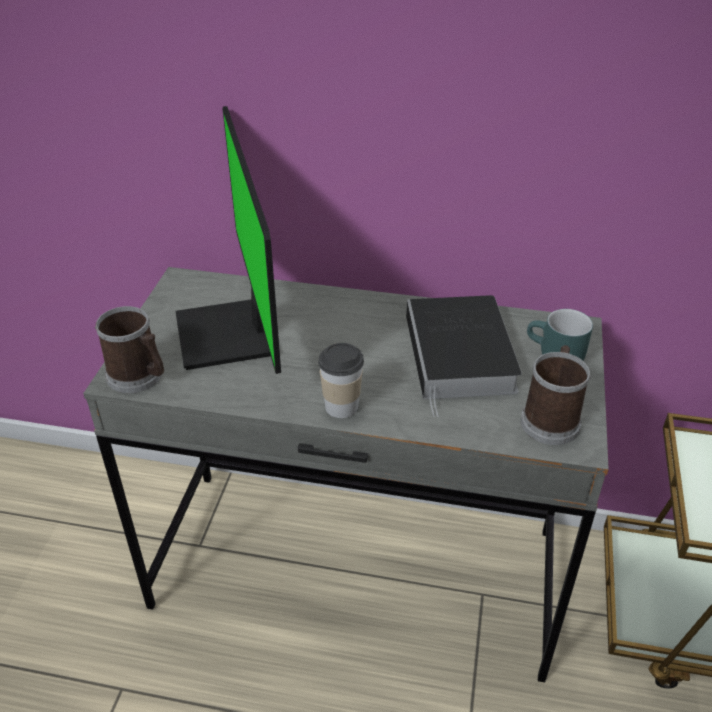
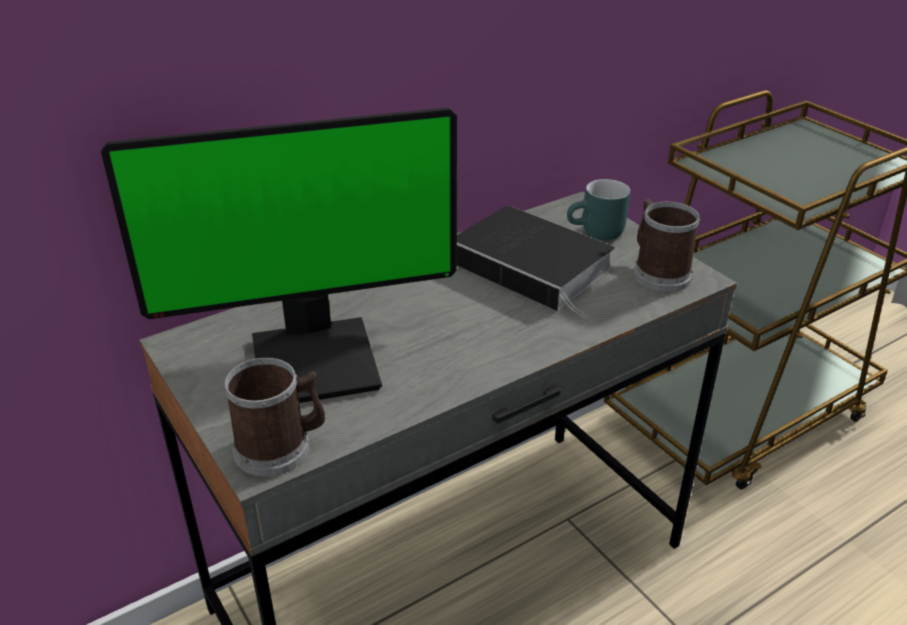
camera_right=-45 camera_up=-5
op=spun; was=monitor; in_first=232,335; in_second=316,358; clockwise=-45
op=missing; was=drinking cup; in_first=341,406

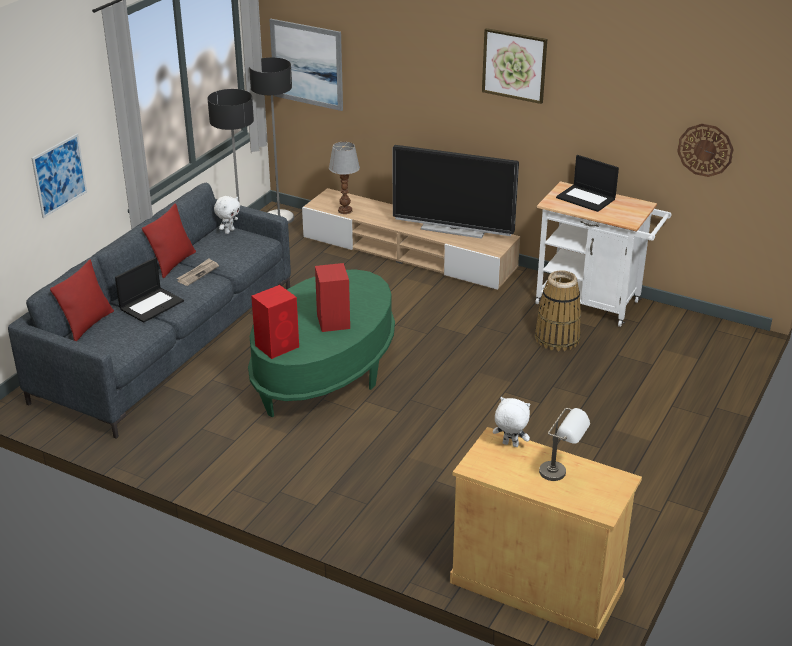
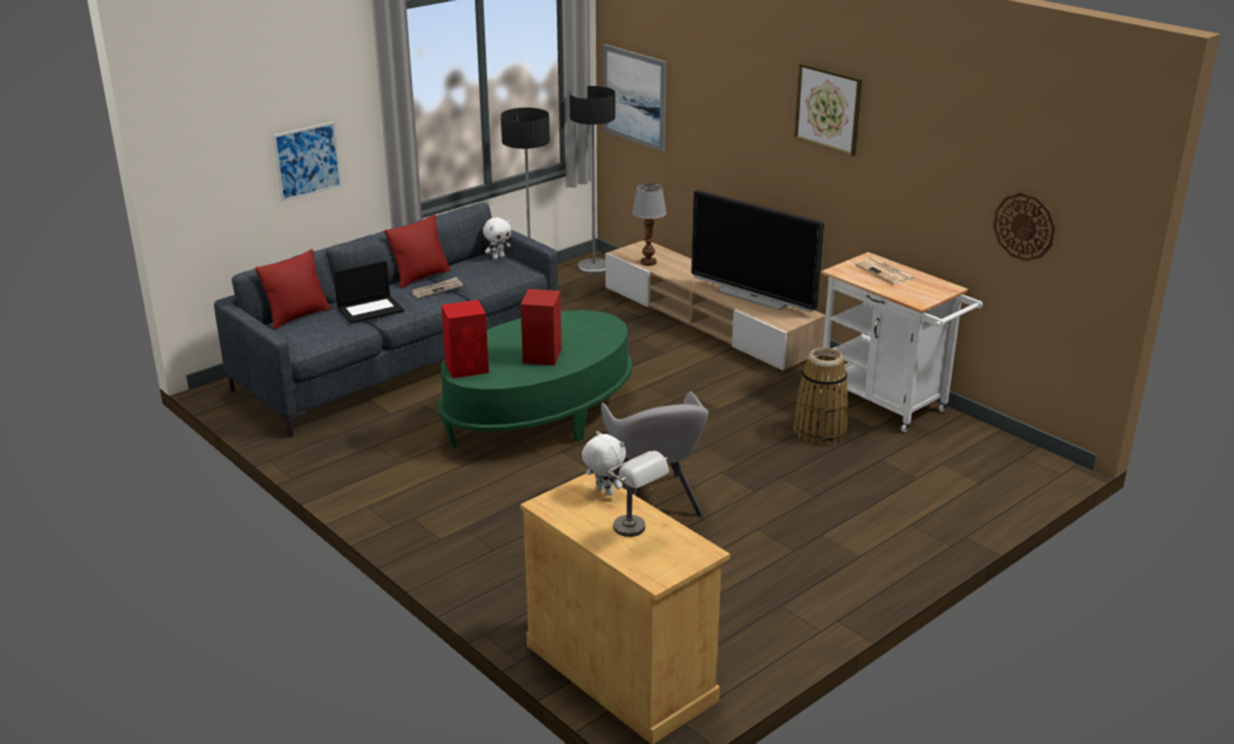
camera_right=20 camera_up=-5
op=exchanged; was=portable computer; now=newspaper; in_first=586,198; in_second=885,272
op=appeared; now=lounge chair (grey); in_second=655,502

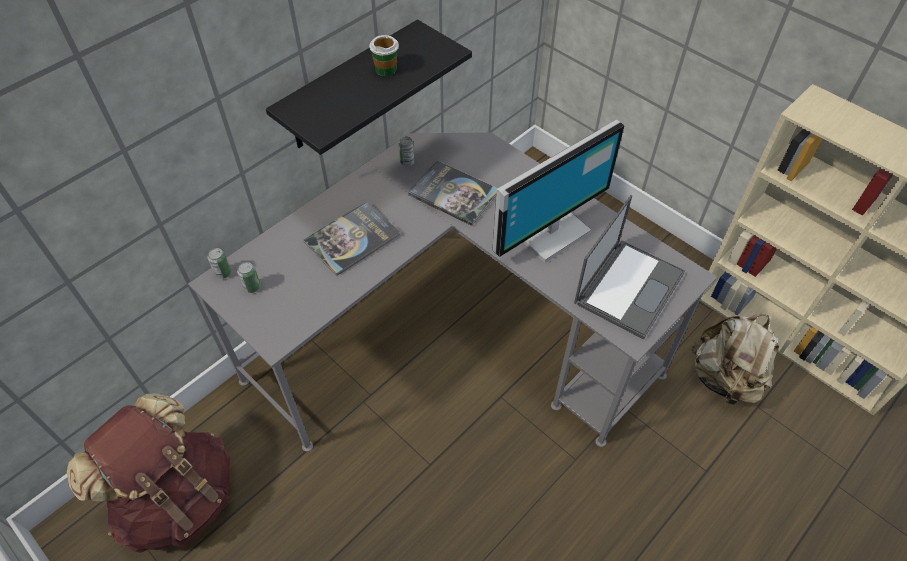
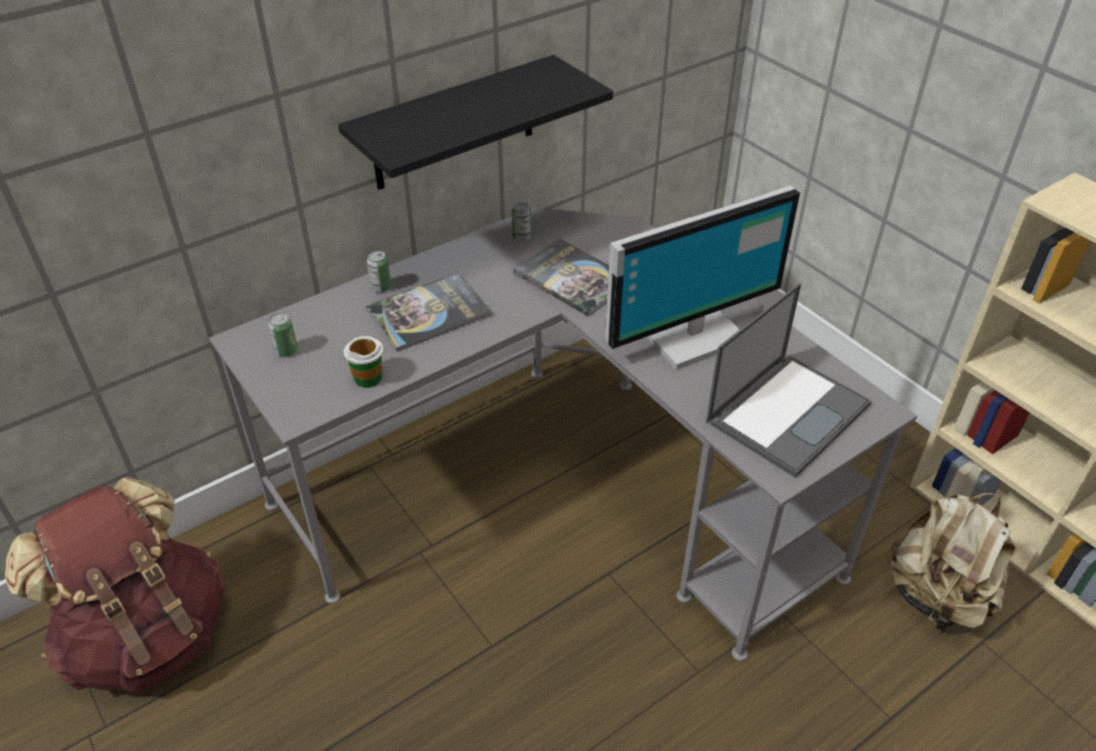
camera_right=10 camera_up=-10
op=relocated; was=sealed can; in_first=223,273; in_second=381,287
op=relocated; was=drinking cup; in_first=386,69; in_second=368,378

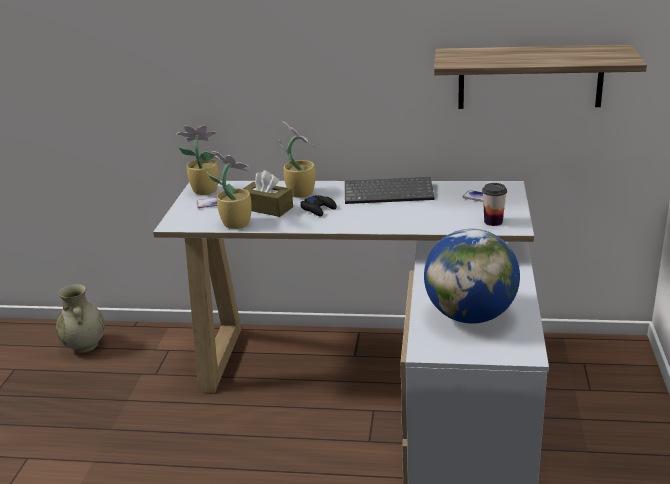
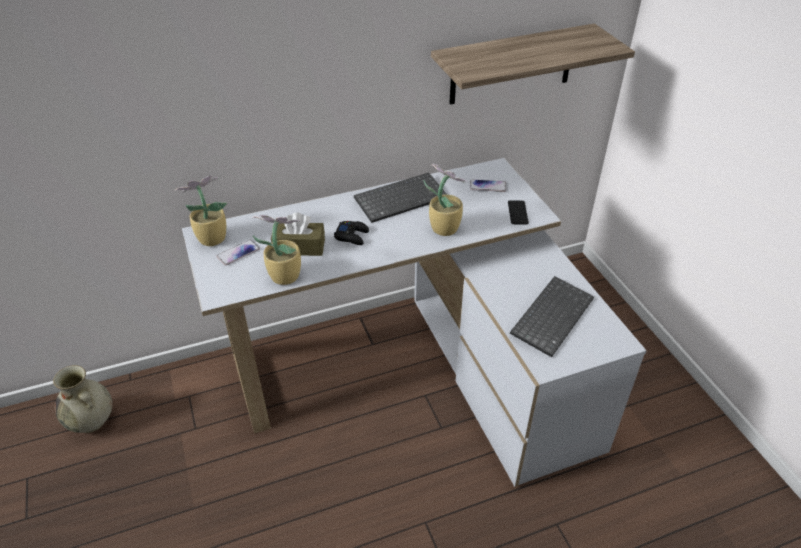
camera_right=-30 camera_up=15
op=relocated; was=potted plant; in_first=301,192; in_second=443,228
op=exchanged; was=globe; now=keyboard; in_first=470,315; in_second=551,315
op=exchanged; was=drinking cup; now=telephone; in_first=493,221; in_second=517,213

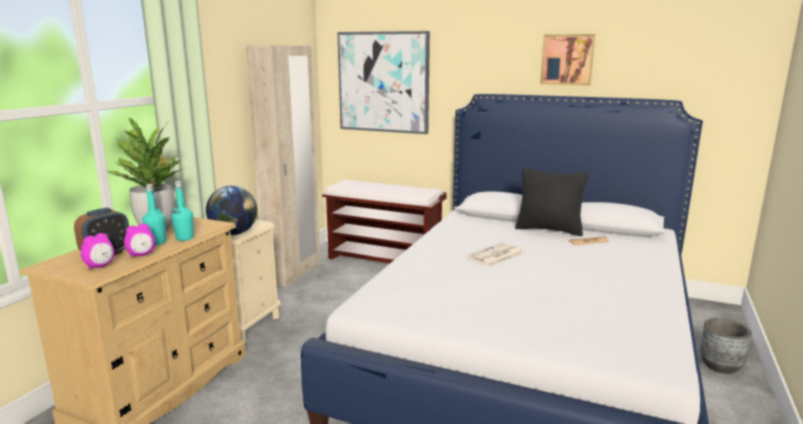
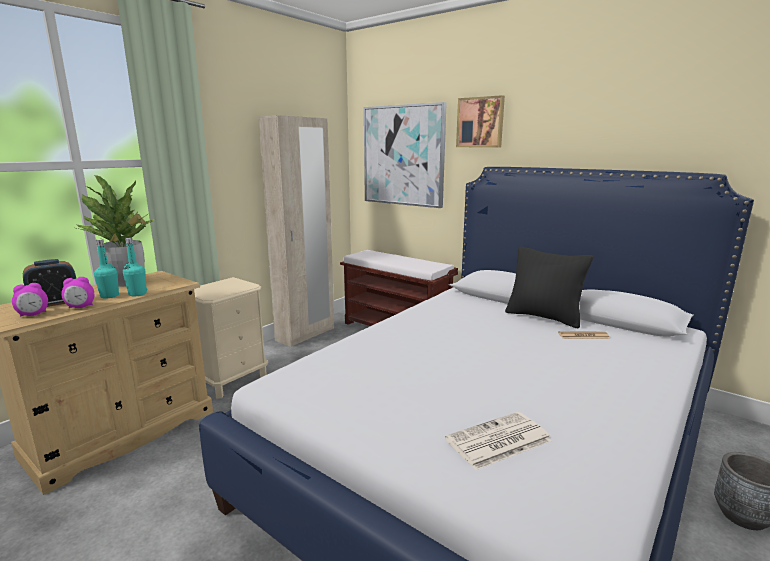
camera_right=15 camera_up=0
op=missing; was=globe; in_first=233,233
op=relocated; was=newspaper; in_first=495,255; in_second=497,441
op=relocated; was=wall art; in_first=567,59; in_second=480,122

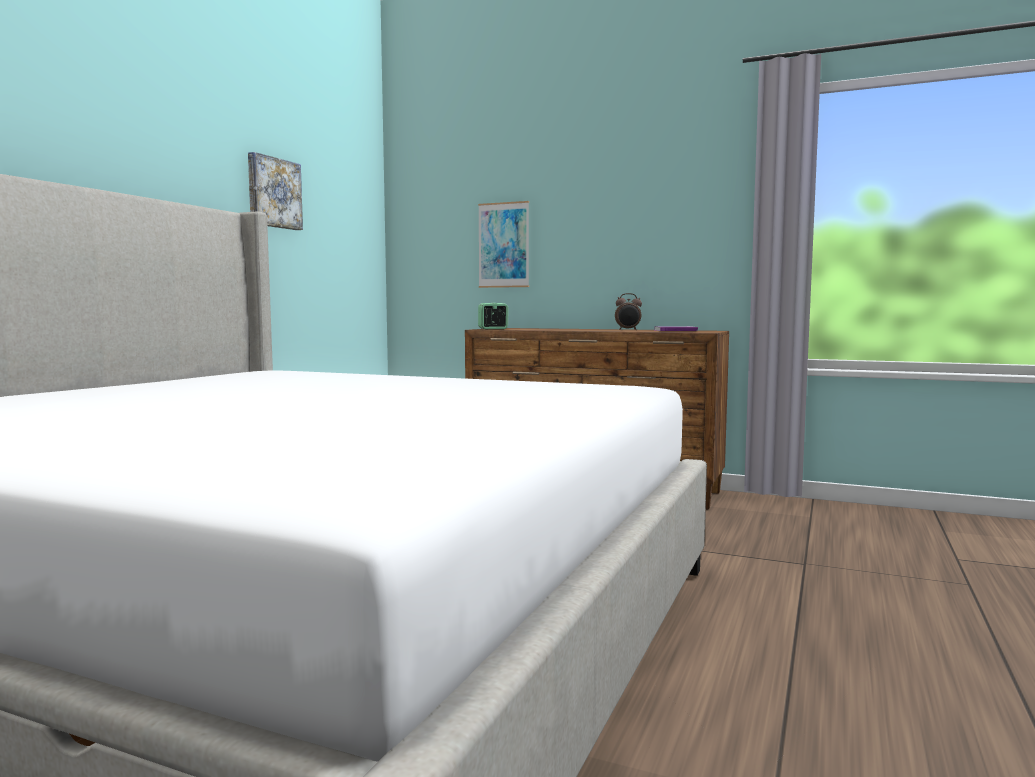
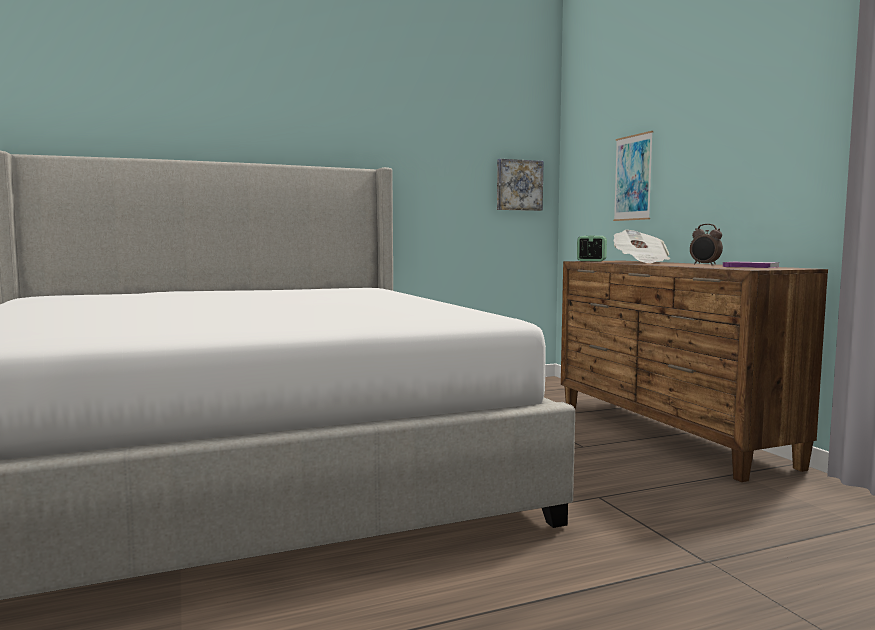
camera_right=45 camera_up=0
op=relocated; was=wall art; in_first=273,193; in_second=518,185
op=appeared; now=newspaper; in_second=640,262

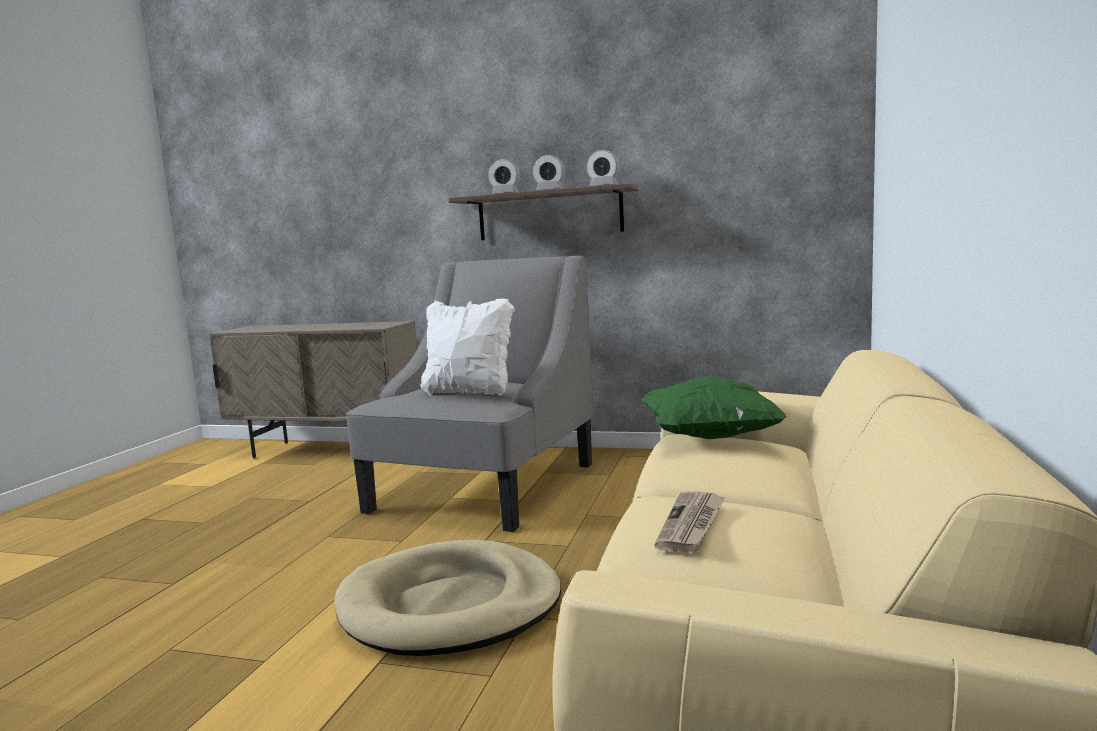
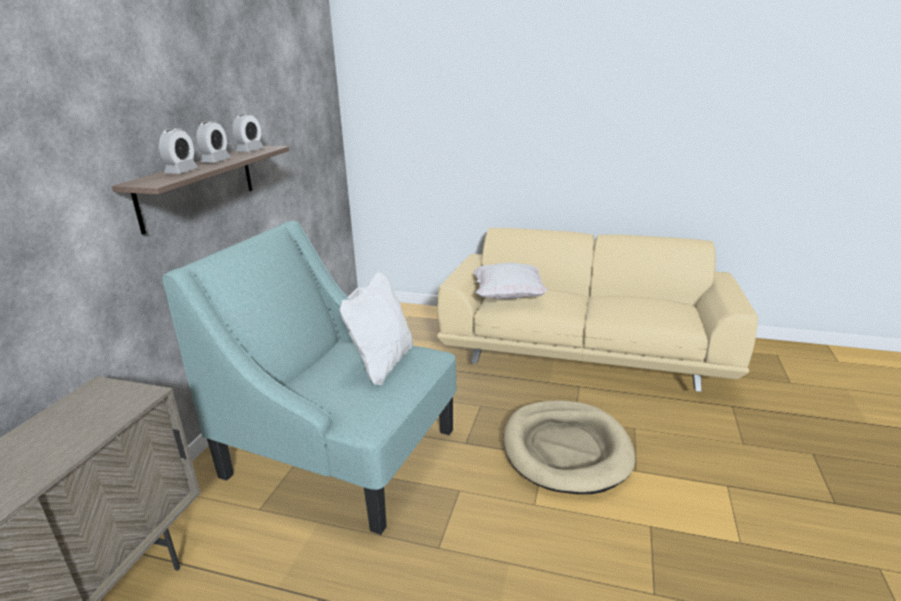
camera_right=-90 camera_up=15
op=colour; was=lounge chair (grey); now=lounge chair (turquoise); in_first=484,487; in_second=342,452
op=colour; was=throw pillow (green-coloured); now=throw pillow (white); in_first=710,437; in_second=508,296
op=missing; was=newspaper; in_first=692,524

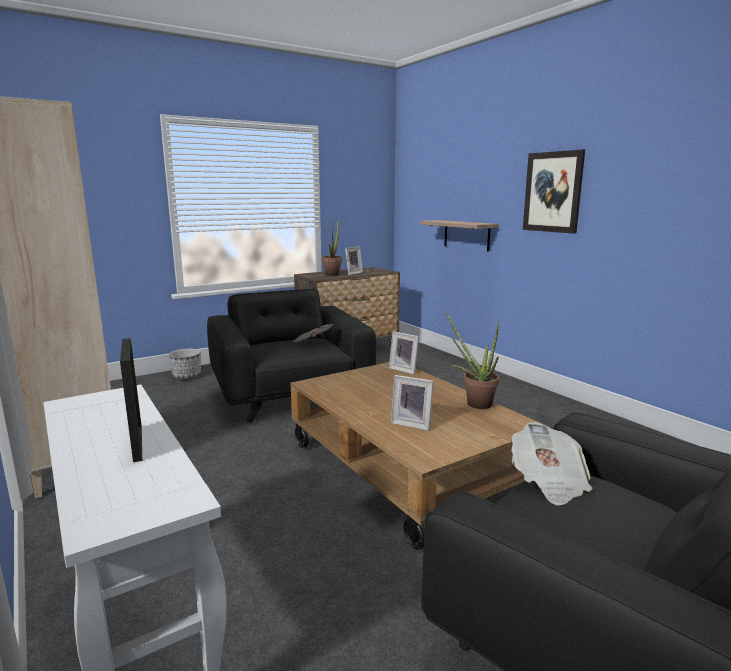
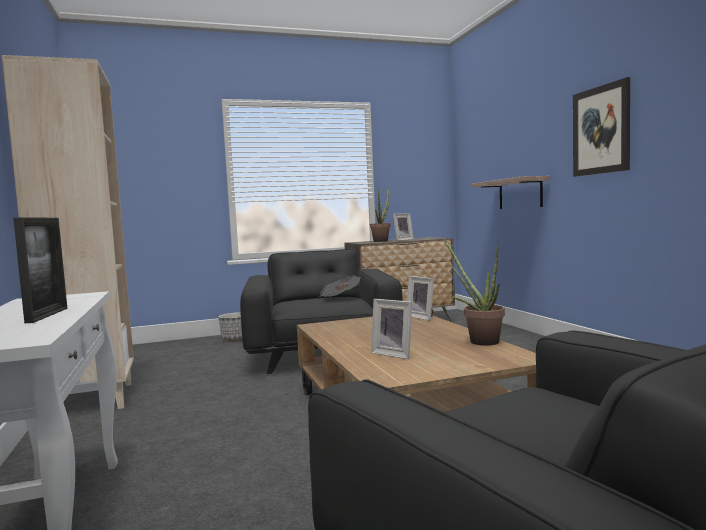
camera_right=15 camera_up=-10
op=missing; was=newspaper; in_first=548,482

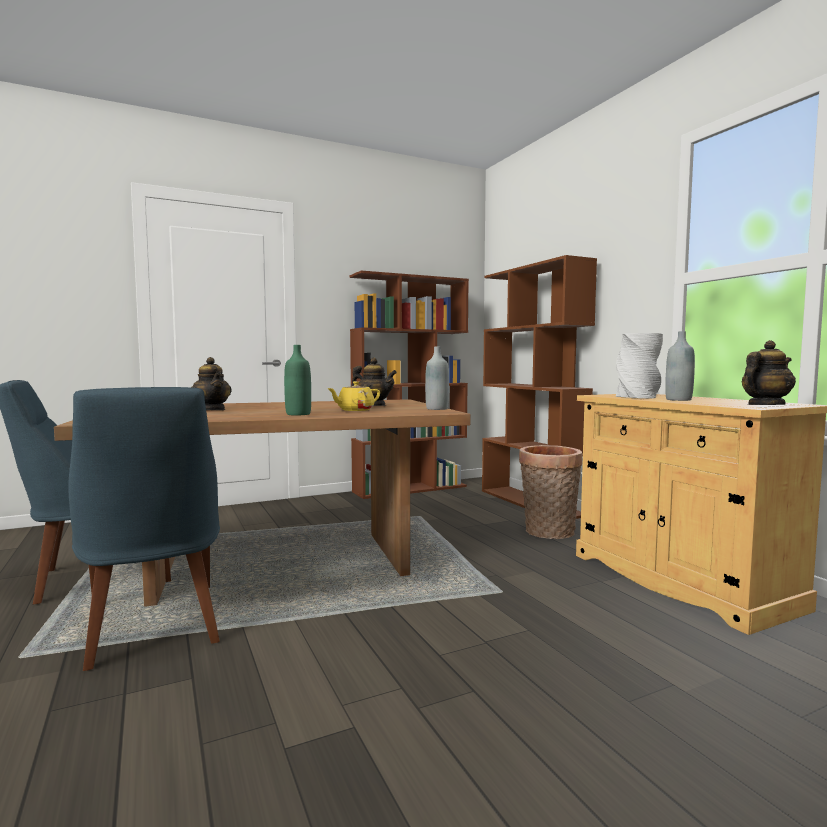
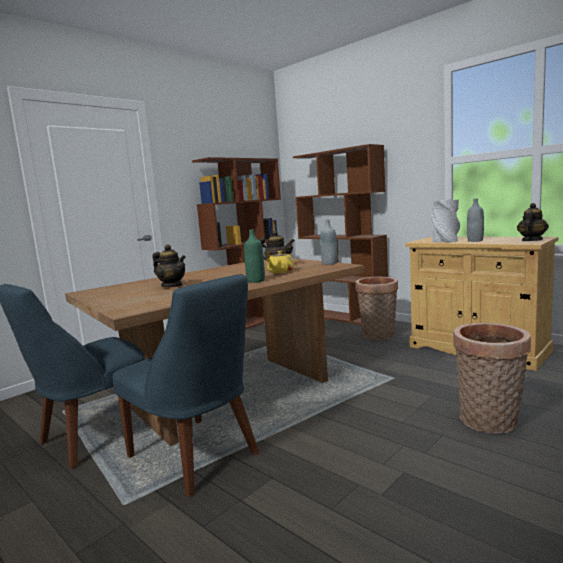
camera_right=-20 camera_up=5
op=appeared; now=basket; in_second=489,423

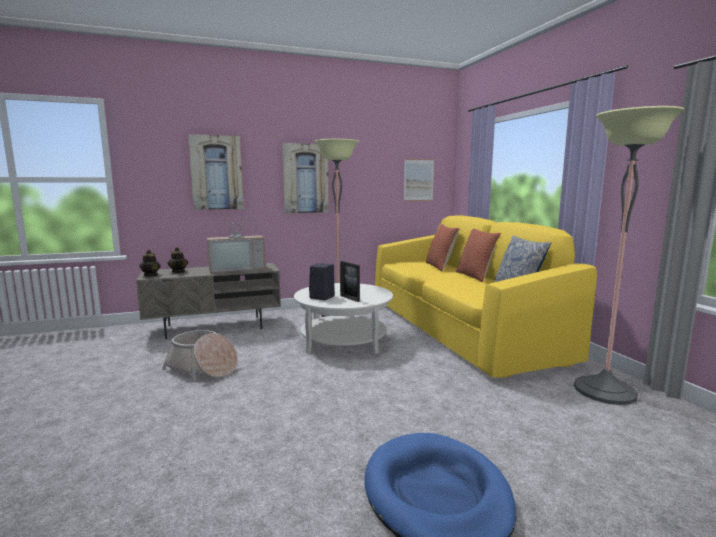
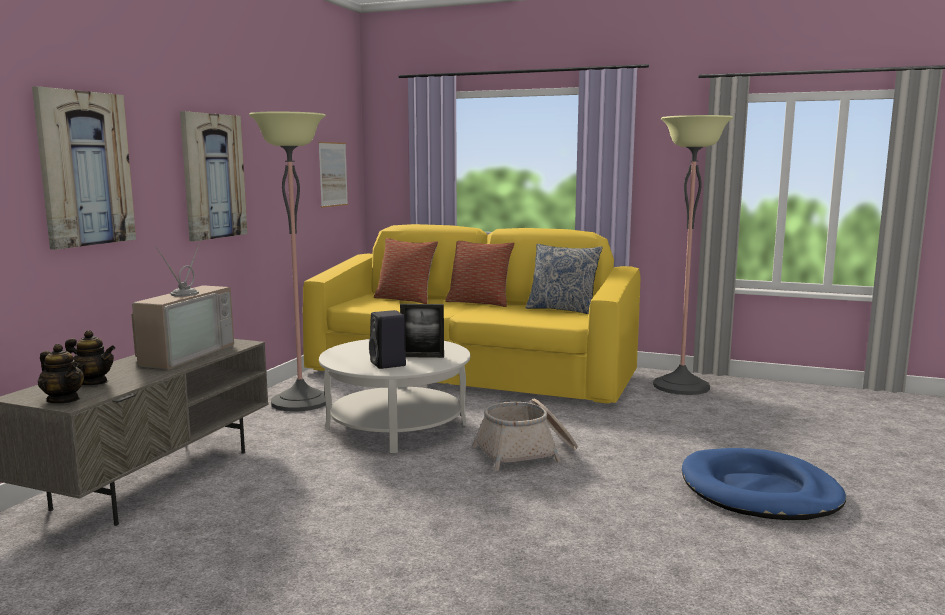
camera_right=-50 camera_up=0
op=relocated; was=basket; in_first=203,368; in_second=527,453

